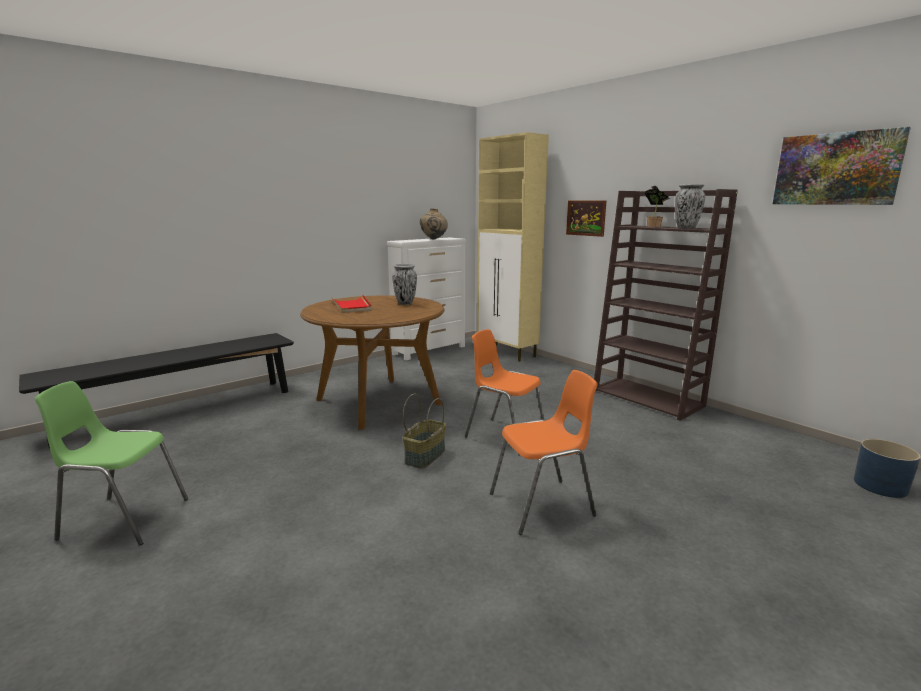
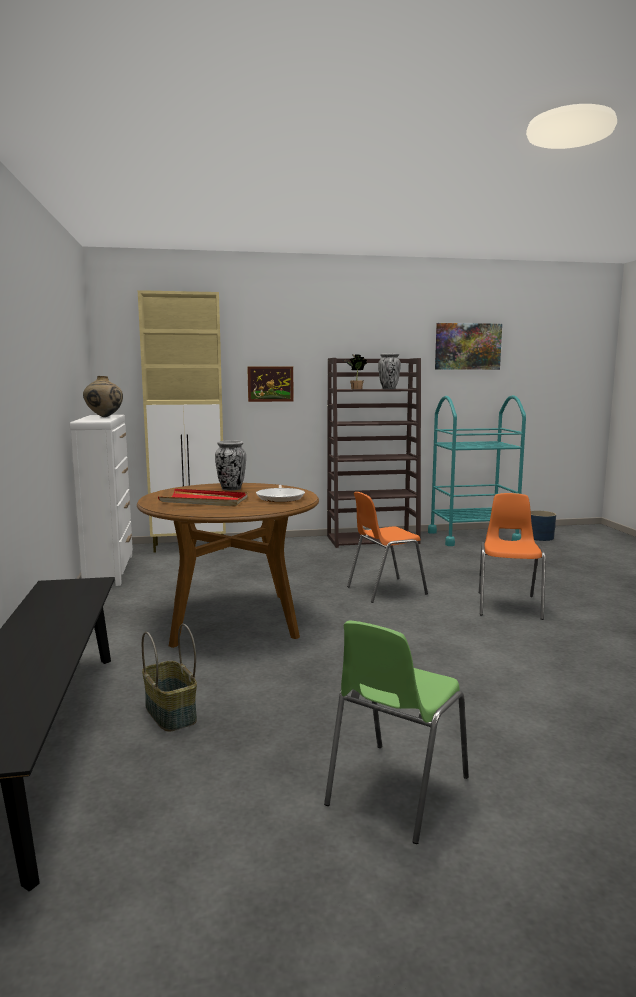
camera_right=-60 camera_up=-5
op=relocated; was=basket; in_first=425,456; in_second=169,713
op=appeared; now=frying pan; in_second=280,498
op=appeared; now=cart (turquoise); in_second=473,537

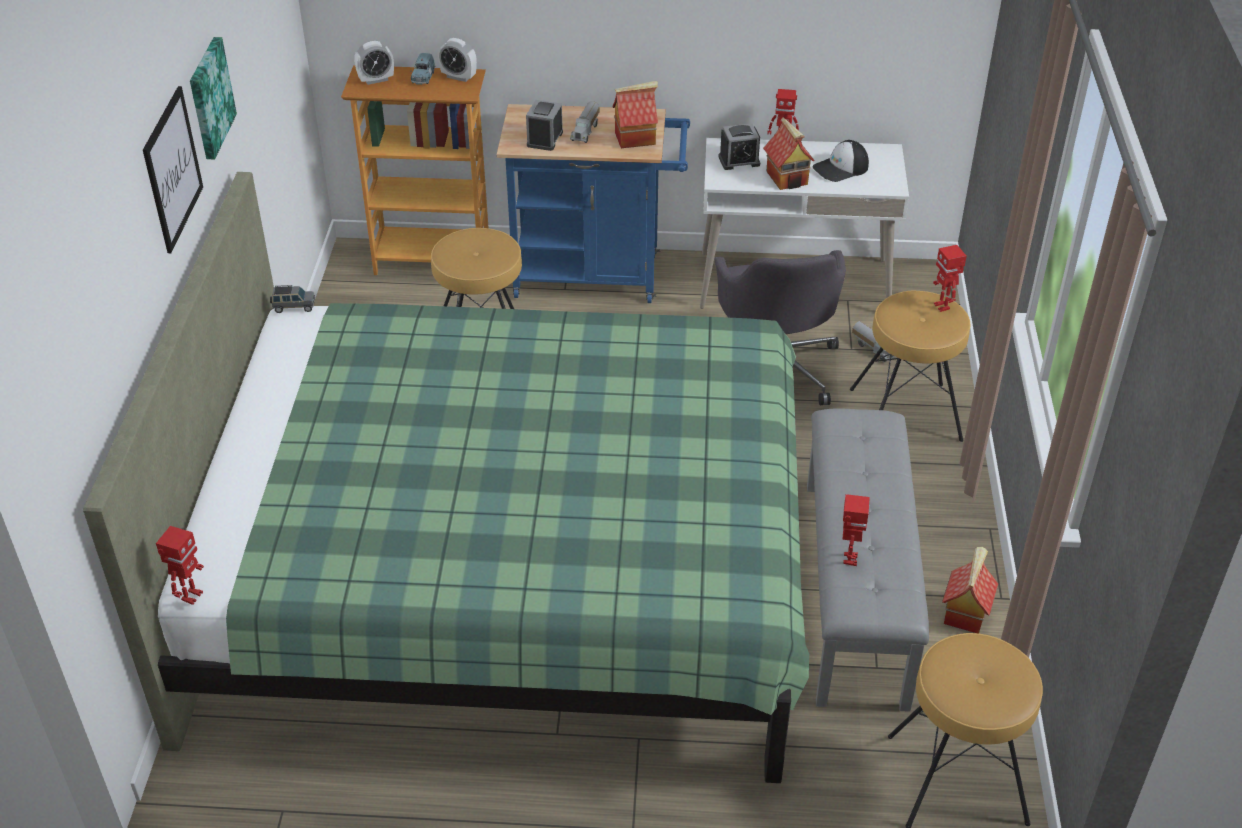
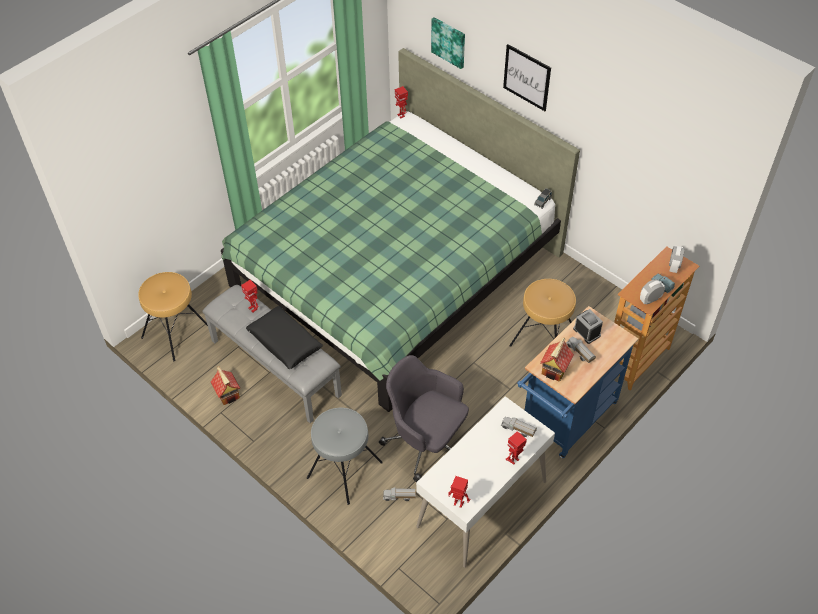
camera_right=130 camera_up=10
op=relocated; was=wall art; in_first=209,98; in_second=449,42
op=exchanged; was=alarm clock; now=model truck; in_first=739,161; in_second=518,430
op=missing; was=model house; in_first=788,178
op=missing; was=cap; in_first=841,168
op=colour; was=stool seat (brownish); now=stool seat (grey); in_first=905,415; in_second=344,469
op=relocated; was=toy robot; in_first=942,306; in_second=458,503
op=appeared; now=throw pillow (black); in_second=284,342

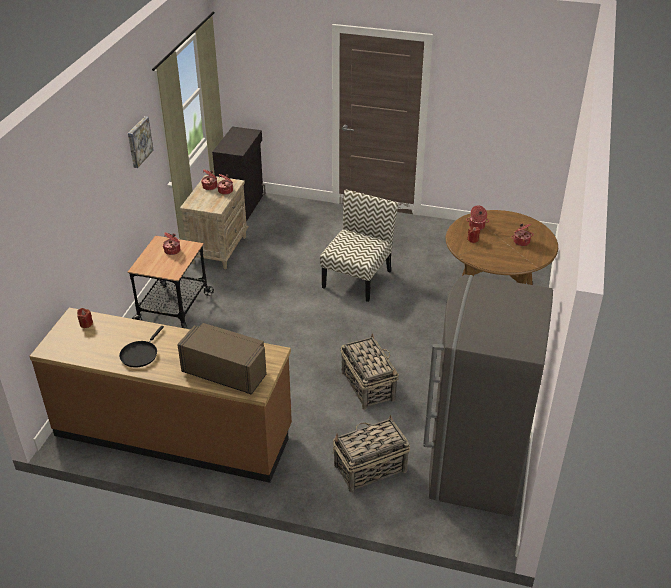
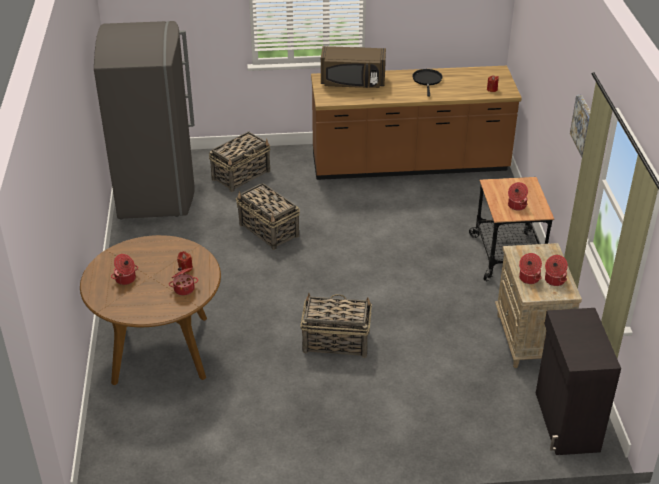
camera_right=160 camera_up=0
op=exchanged; was=upright chair; now=basket; in_first=357,278; in_second=335,341

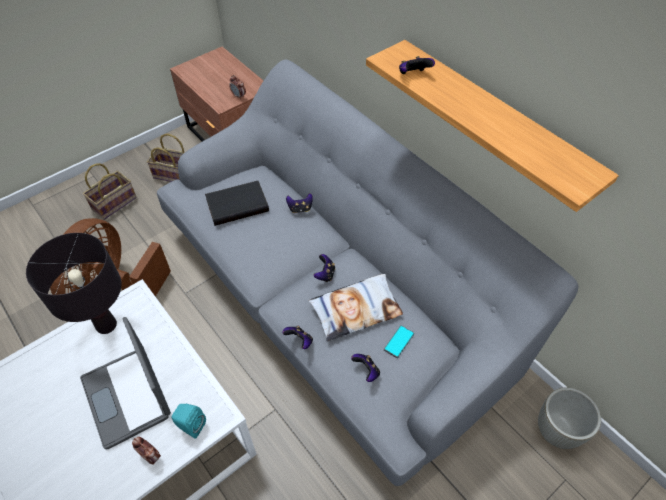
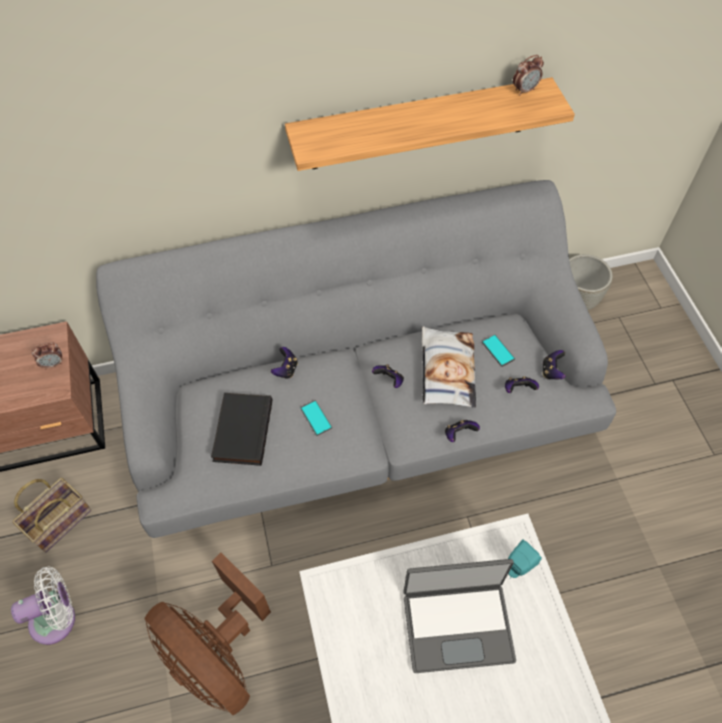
camera_right=-65 camera_up=5
op=missing; was=table lamp (black); in_first=106,325
op=exchanged; was=basket; now=electric fan (white); in_first=114,202; in_second=58,618
op=relocated; was=alarm clock; in_first=151,456; in_second=524,90
op=relocated; was=gamepad; in_first=413,75; in_second=551,371
op=appeared; now=telephone; in_second=316,418

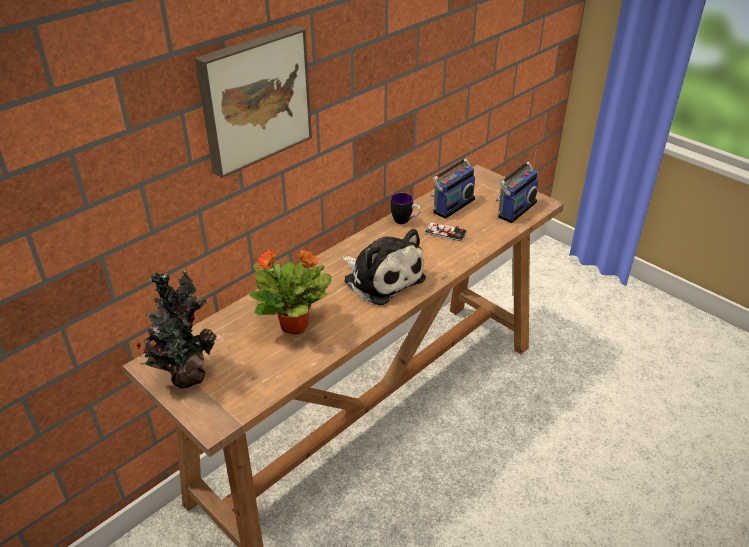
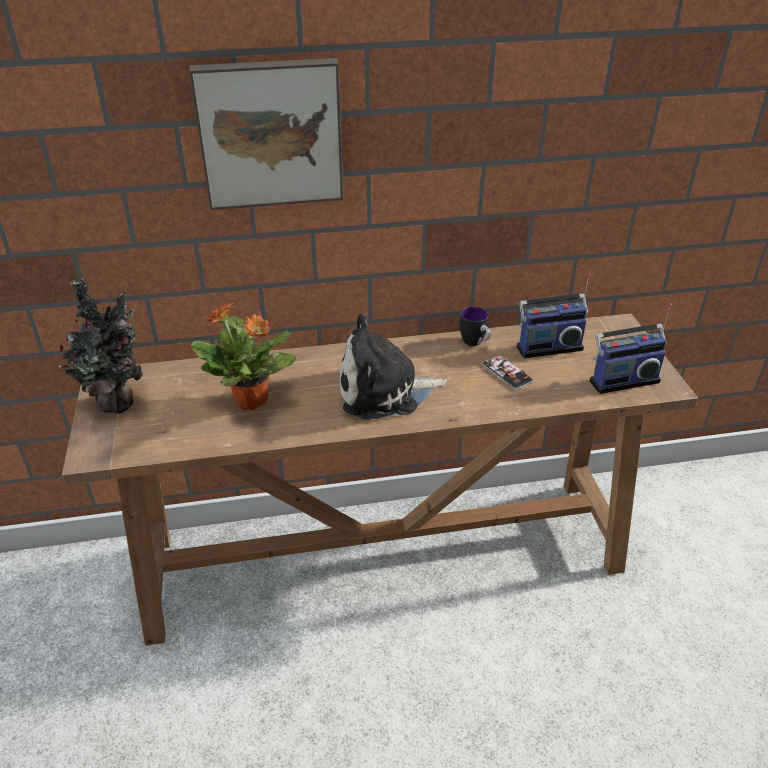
camera_right=35 camera_up=0
op=spun; was=plush toy; in_first=381,278; in_second=384,391; clockwise=90

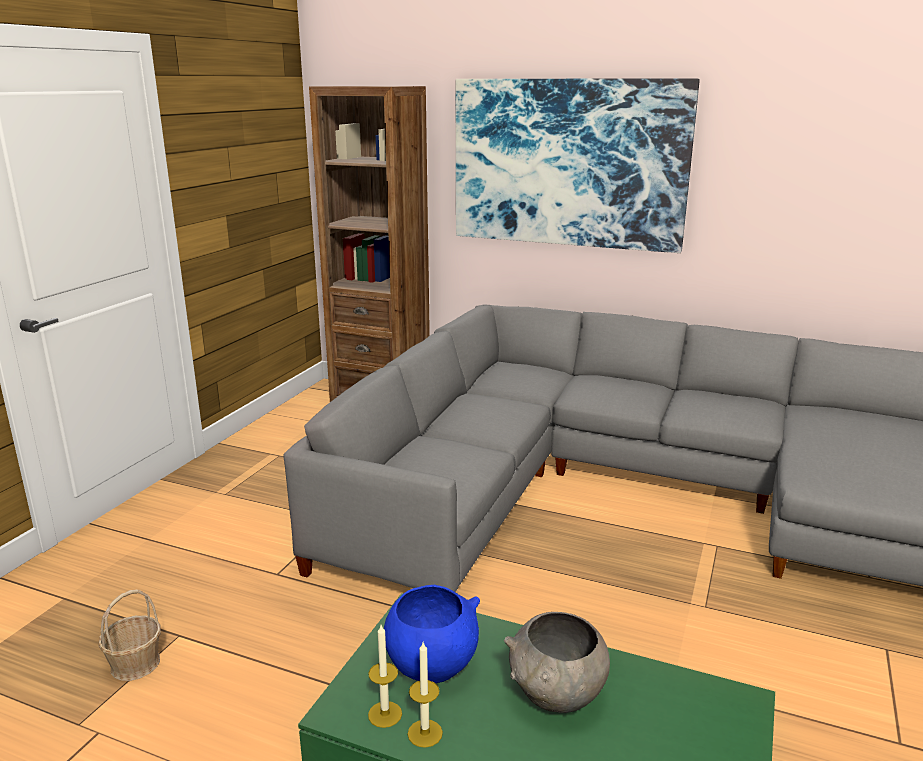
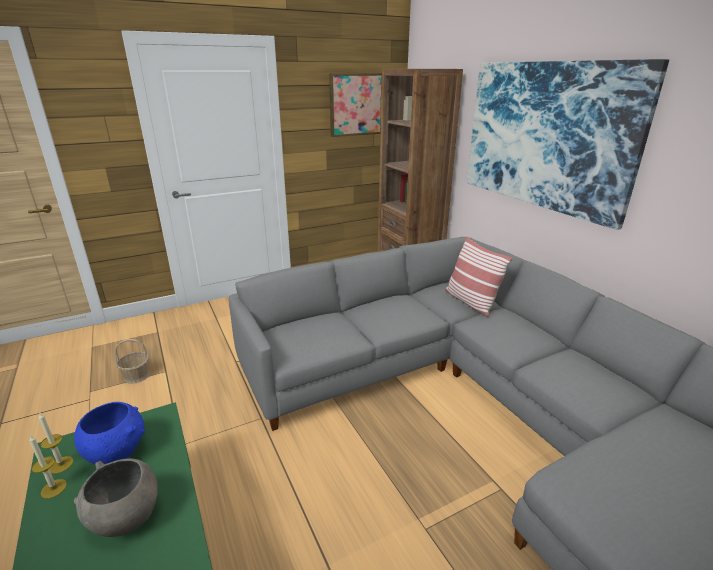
camera_right=40 camera_up=5
op=appeared; now=wall art; in_second=356,104
op=appeared; now=throw pillow; in_second=470,302

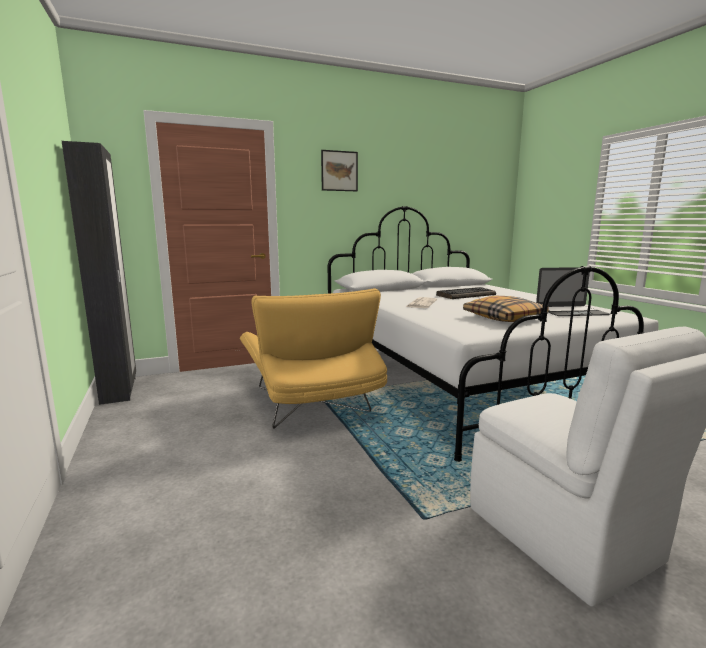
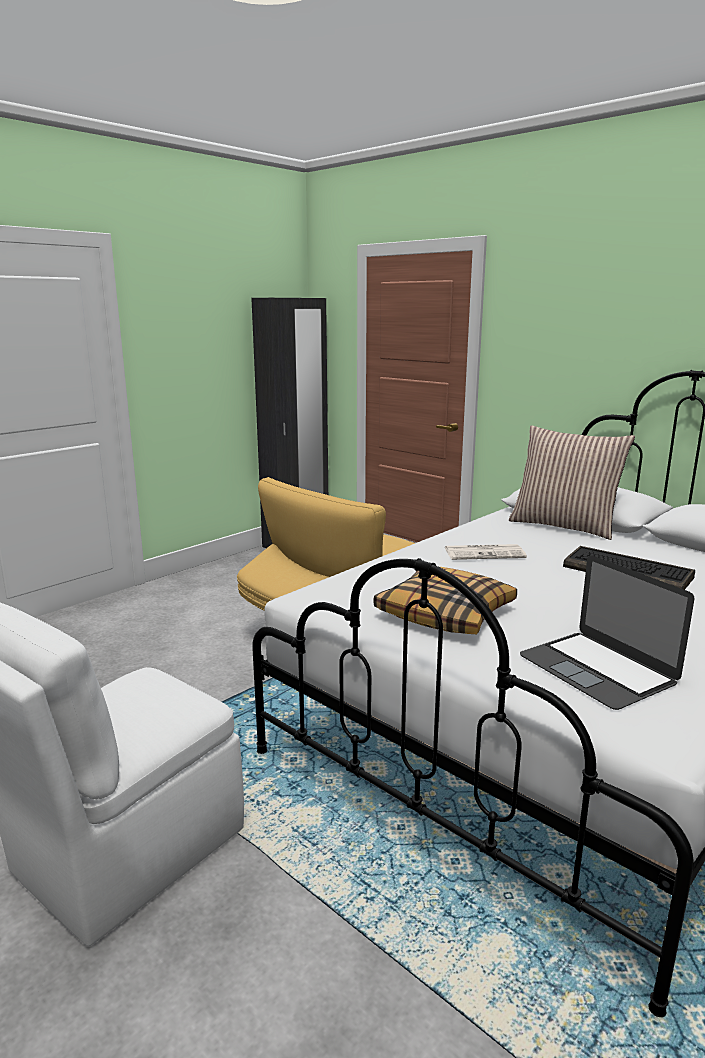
camera_right=65 camera_up=5
op=missing; was=wall art; in_first=339,171
op=appeared; now=throw pillow; in_second=564,526

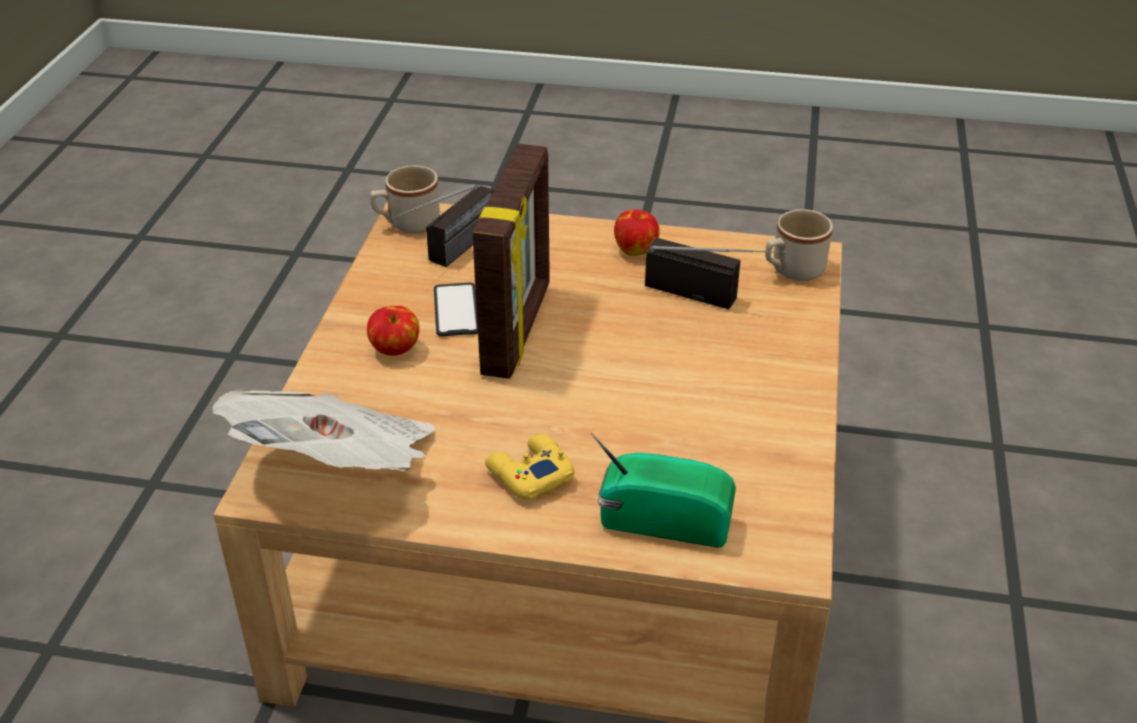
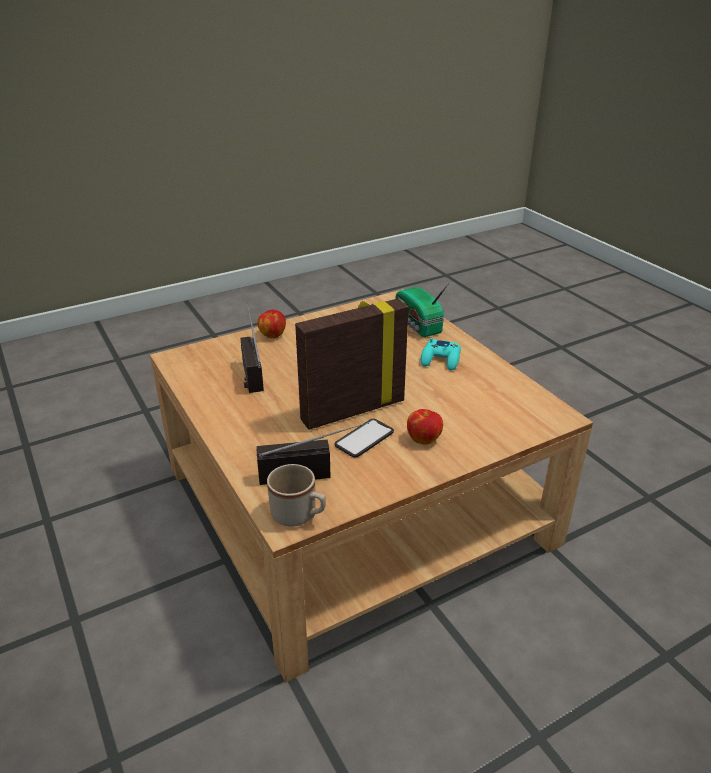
camera_right=-130 camera_up=-5
op=missing; was=newspaper; in_first=340,468
op=colour; was=gamepad (yellow-coloured); now=gamepad (turquoise); in_first=529,474; in_second=441,359
op=relocated; was=whole apple; in_first=636,250; in_second=272,335
op=missing; was=tea mug (sand-coloured); in_first=791,271

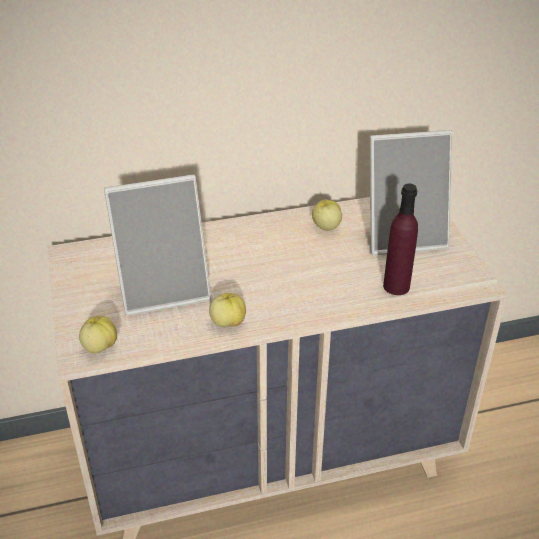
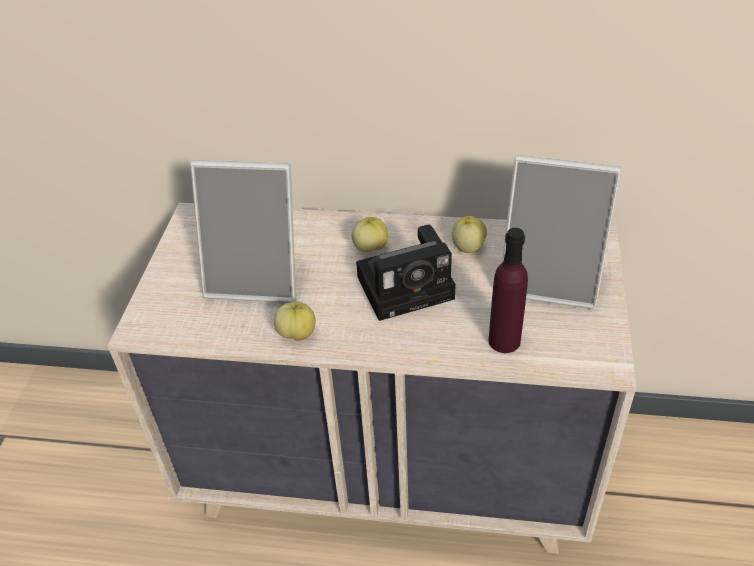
camera_right=25 camera_up=5
op=relocated; was=whole apple; in_first=100,347; in_second=370,247
op=appeared; now=still camera; in_second=409,286

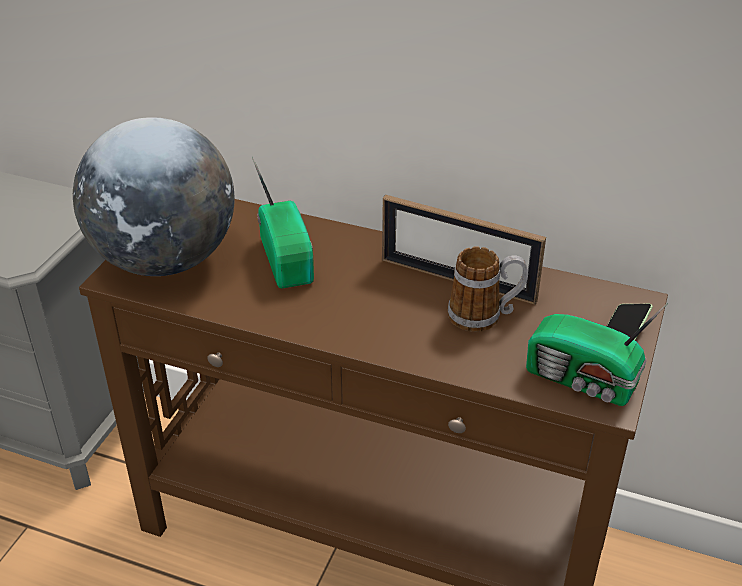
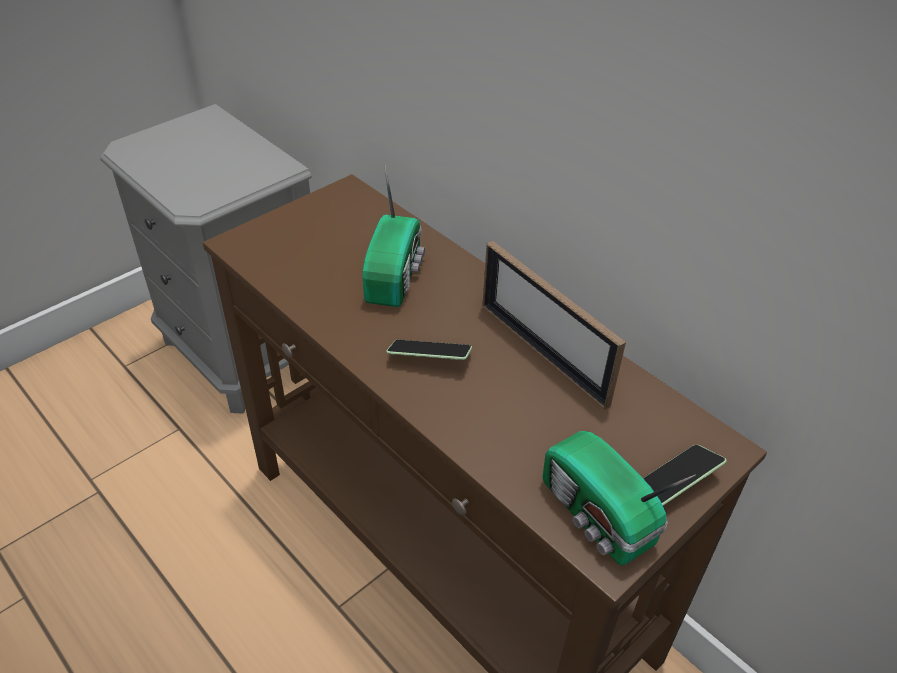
camera_right=25 camera_up=5
op=missing; was=globe; in_first=165,260
op=missing; was=tea mug; in_first=484,316
op=appeared; now=telephone; in_second=429,358

